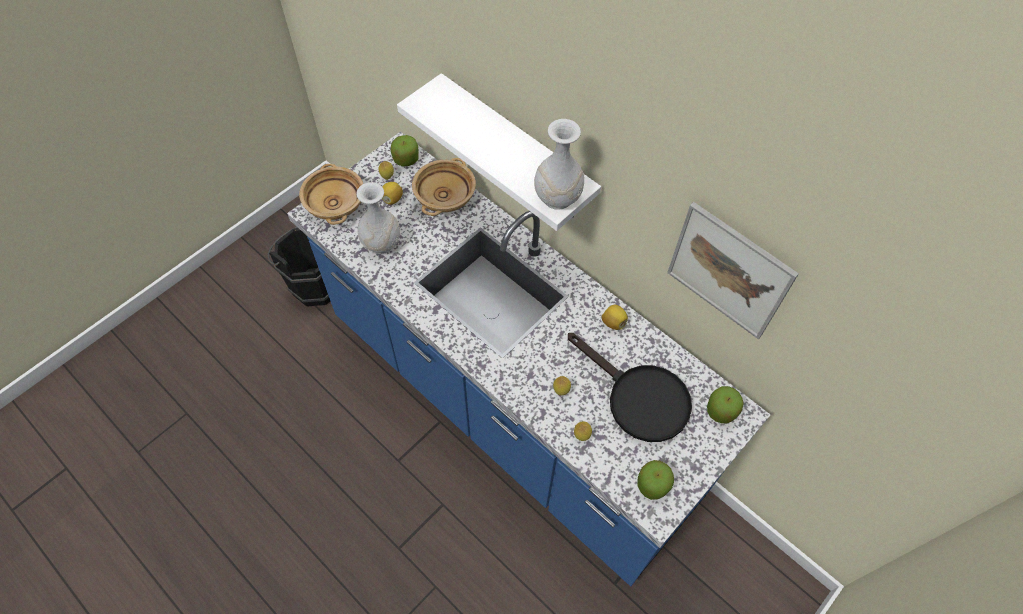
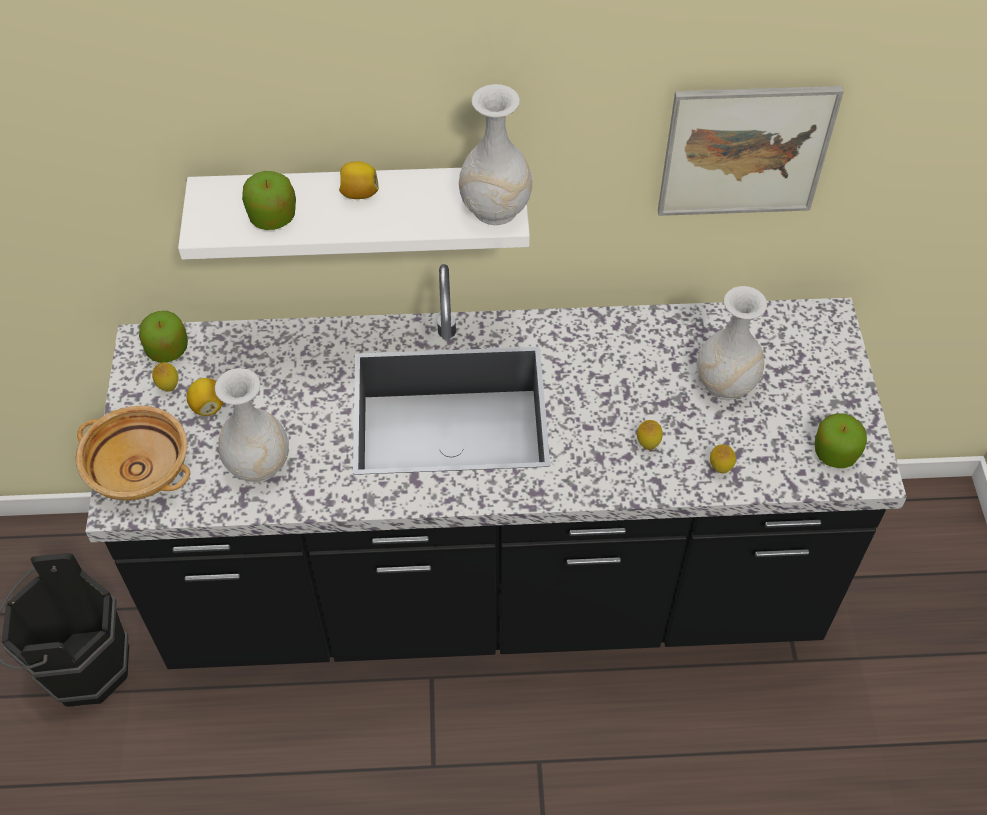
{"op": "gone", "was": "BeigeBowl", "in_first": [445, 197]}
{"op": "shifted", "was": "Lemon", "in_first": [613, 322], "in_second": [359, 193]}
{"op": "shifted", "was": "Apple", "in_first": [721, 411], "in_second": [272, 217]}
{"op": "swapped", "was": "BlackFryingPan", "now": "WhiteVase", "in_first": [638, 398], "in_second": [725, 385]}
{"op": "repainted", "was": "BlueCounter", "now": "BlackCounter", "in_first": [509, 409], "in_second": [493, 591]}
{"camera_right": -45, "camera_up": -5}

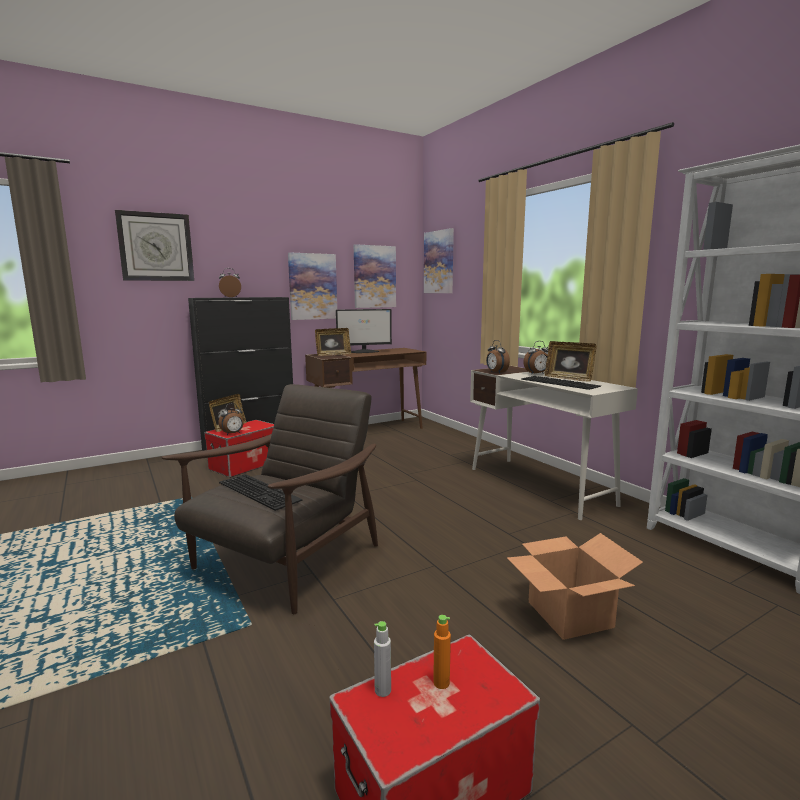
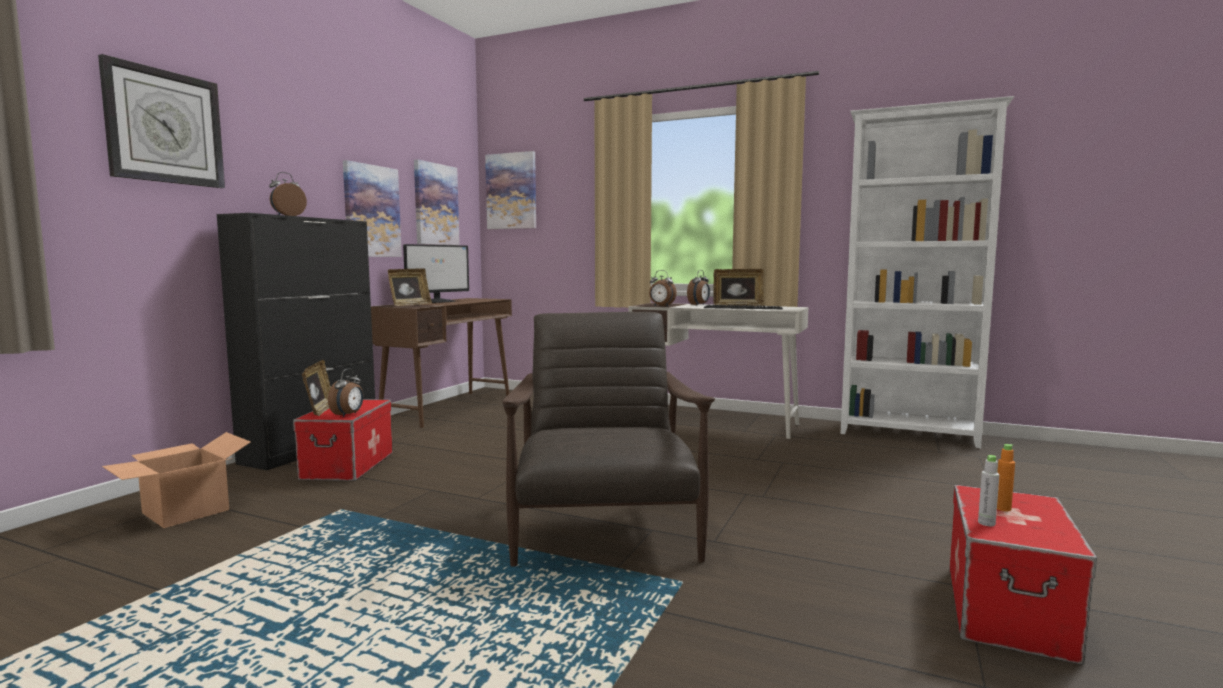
{"op": "gone", "was": "Keyboard", "in_first": [261, 491]}
{"op": "shifted", "was": "CardboardBox", "in_first": [571, 615], "in_second": [187, 511]}
{"camera_right": -35, "camera_up": -5}

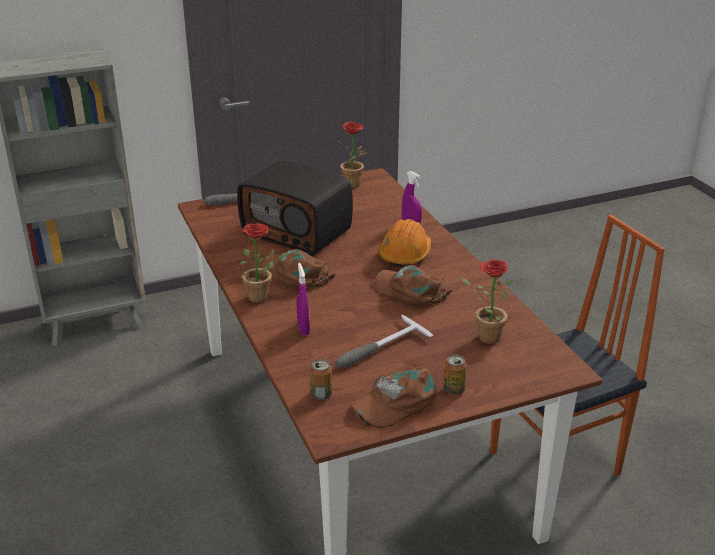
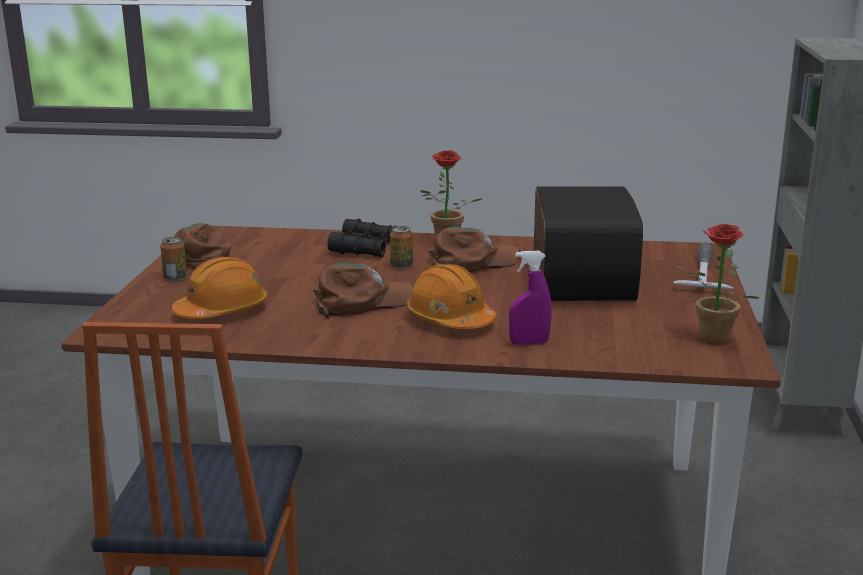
{"op": "gone", "was": "Hammer", "in_first": [378, 348]}
{"op": "shifted", "was": "Can", "in_first": [321, 394], "in_second": [401, 266]}
{"op": "swapped", "was": "PurpleSprayBottle", "now": "BlackBinoculars", "in_first": [303, 328], "in_second": [364, 248]}
{"op": "swapped", "was": "PottedPlant", "now": "OrangeHardHat", "in_first": [484, 337], "in_second": [222, 311]}
{"op": "rotated", "was": "Radio", "in_first": [298, 232], "in_second": [579, 280], "clockwise": 120}
{"camera_right": 120, "camera_up": -10}

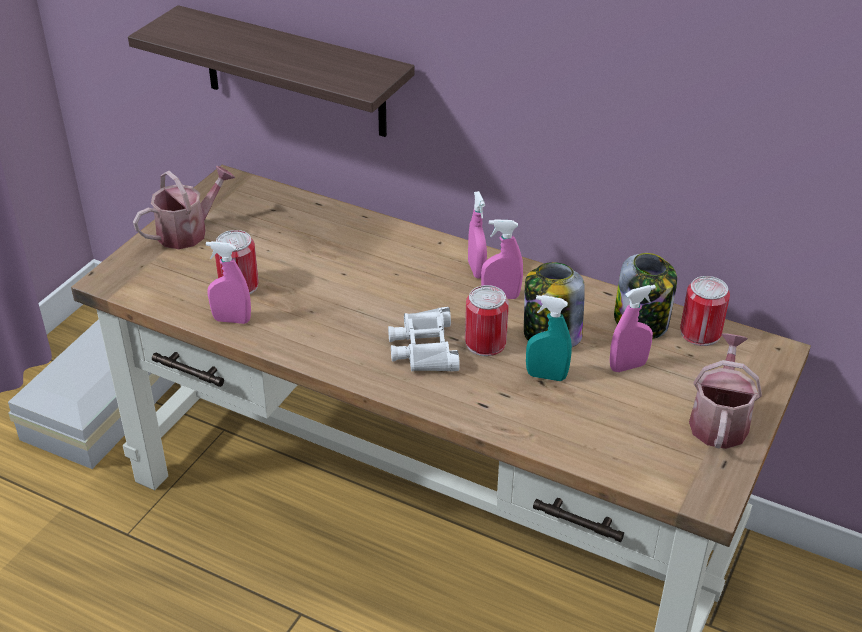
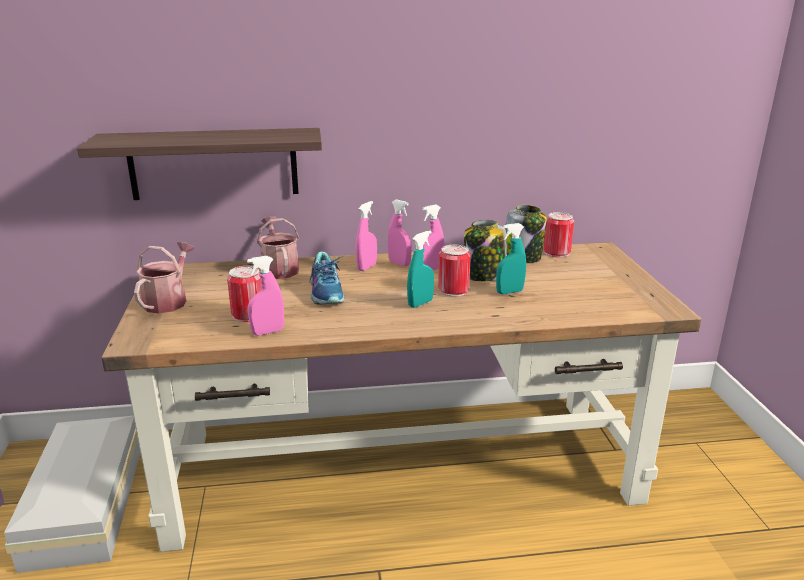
{"op": "new", "now": "Shoe", "in_second": [327, 292]}
{"op": "shifted", "was": "PinkSprayBottle", "in_first": [628, 366], "in_second": [366, 267]}
{"op": "shifted", "was": "WateringCan", "in_first": [719, 420], "in_second": [279, 269]}
{"op": "swapped", "was": "WhiteBinoculars", "now": "TurquoiseSprayBottle", "in_first": [423, 348], "in_second": [420, 303]}
{"camera_right": -35, "camera_up": -15}

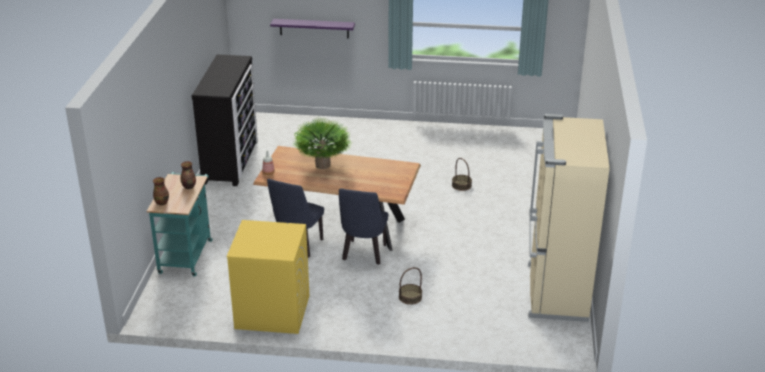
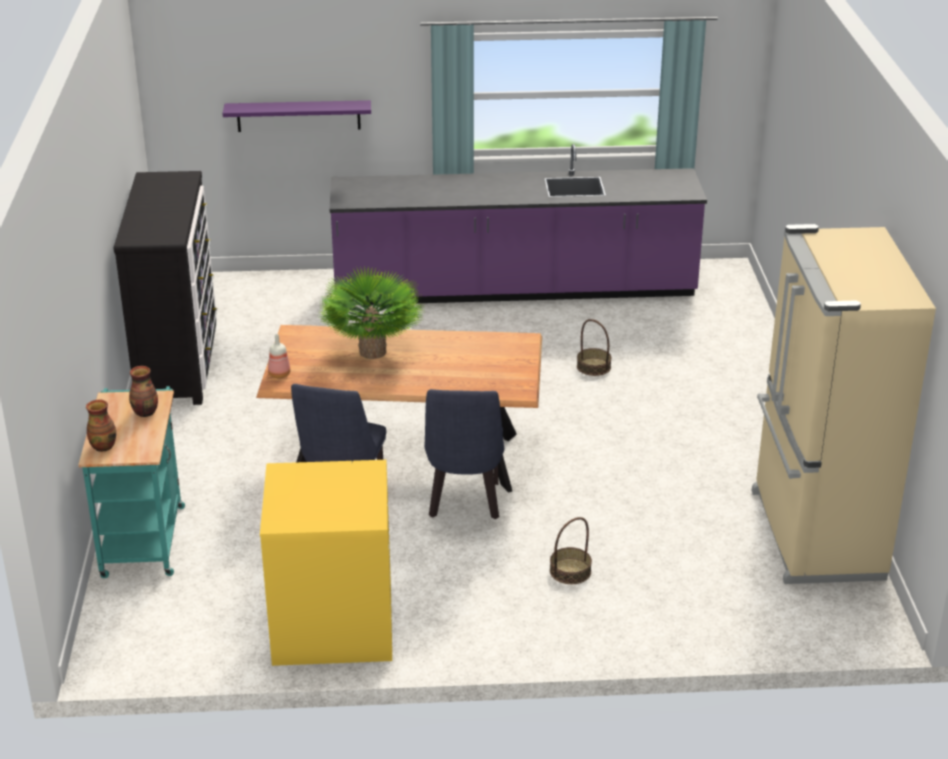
{"op": "new", "now": "PurpleCounter", "in_second": [514, 290]}
{"camera_right": -10, "camera_up": 0}

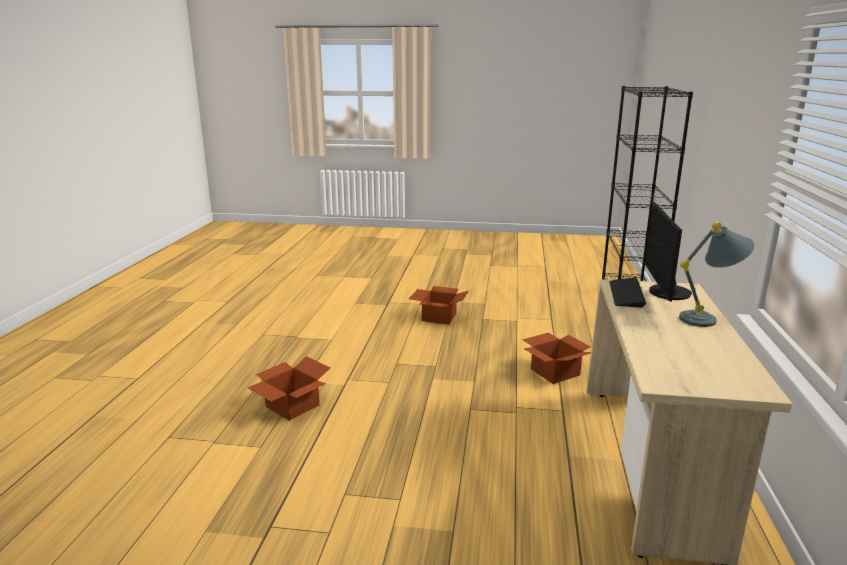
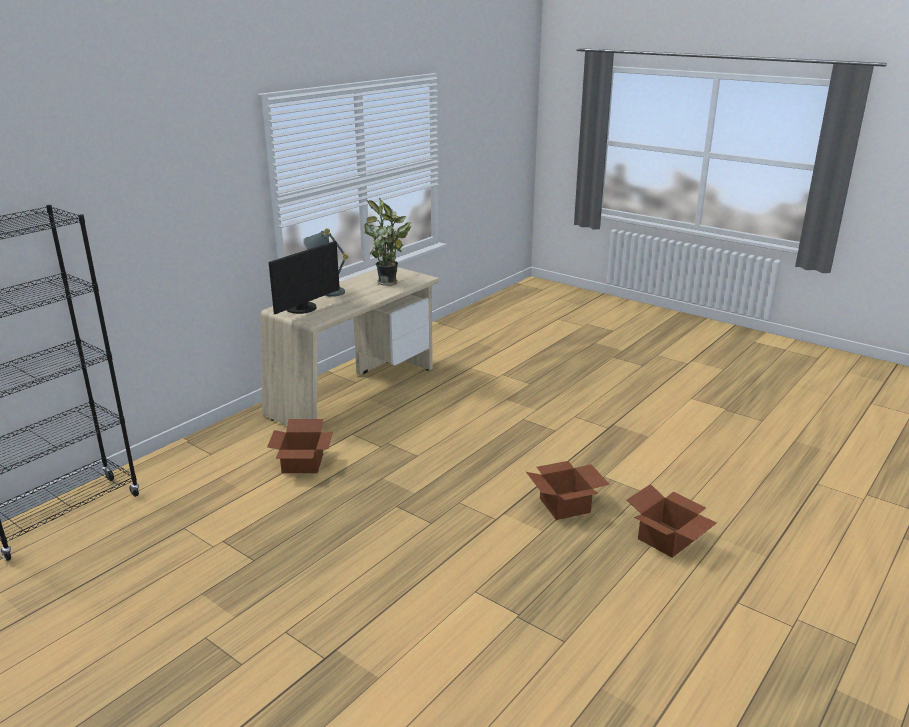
{"op": "gone", "was": "Keyboard", "in_first": [626, 294]}
{"op": "new", "now": "PottedPlant", "in_second": [389, 283]}
{"op": "shifted", "was": "CardboardBox", "in_first": [438, 317], "in_second": [667, 540]}
{"camera_right": -150, "camera_up": 5}

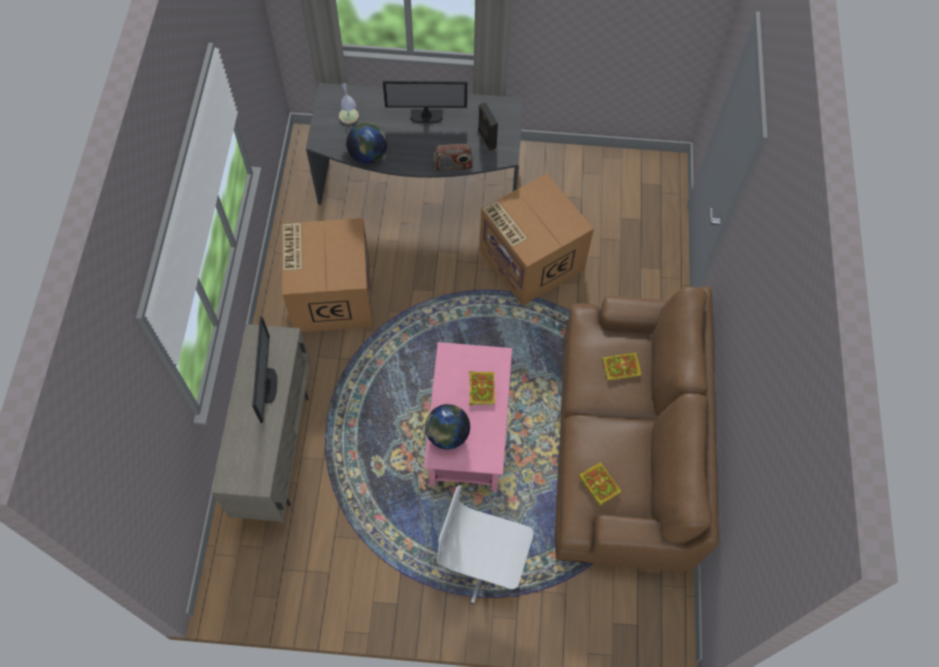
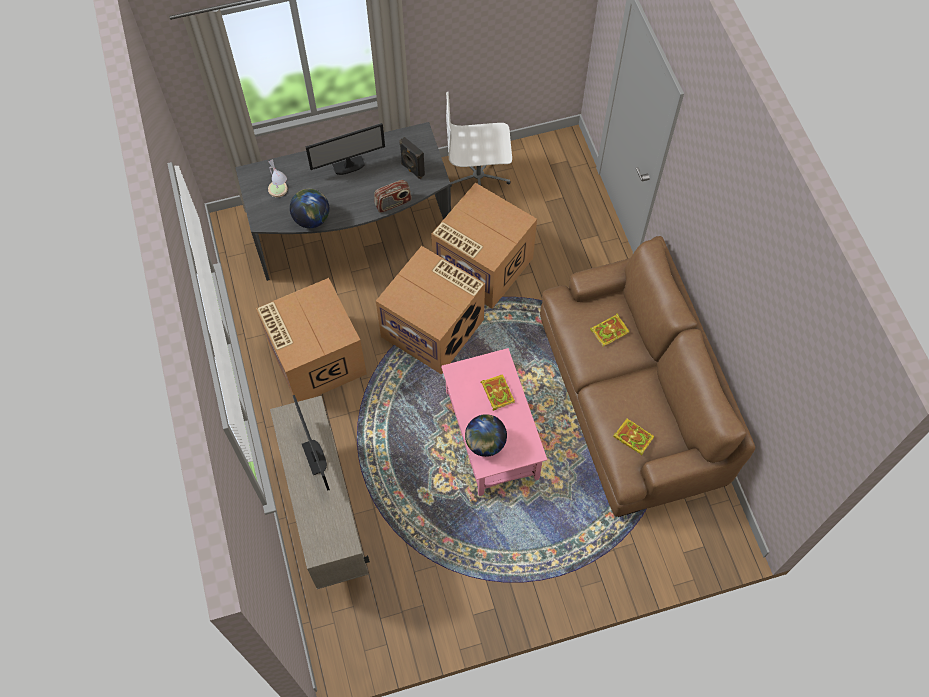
{"op": "new", "now": "CardboardBox", "in_second": [434, 328]}
{"op": "shifted", "was": "WhiteOfficeChair", "in_first": [484, 565], "in_second": [478, 177]}
{"camera_right": -20, "camera_up": 0}

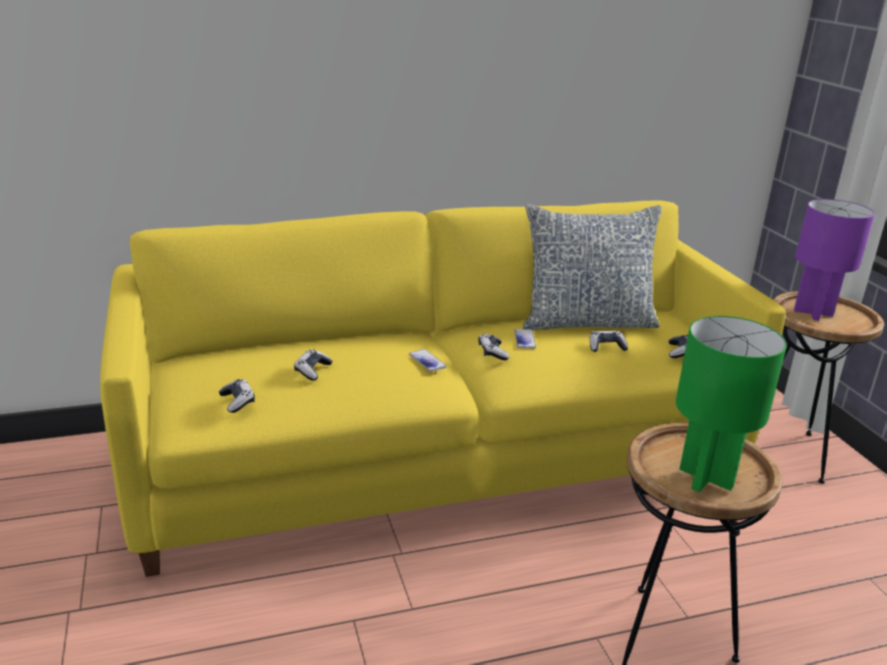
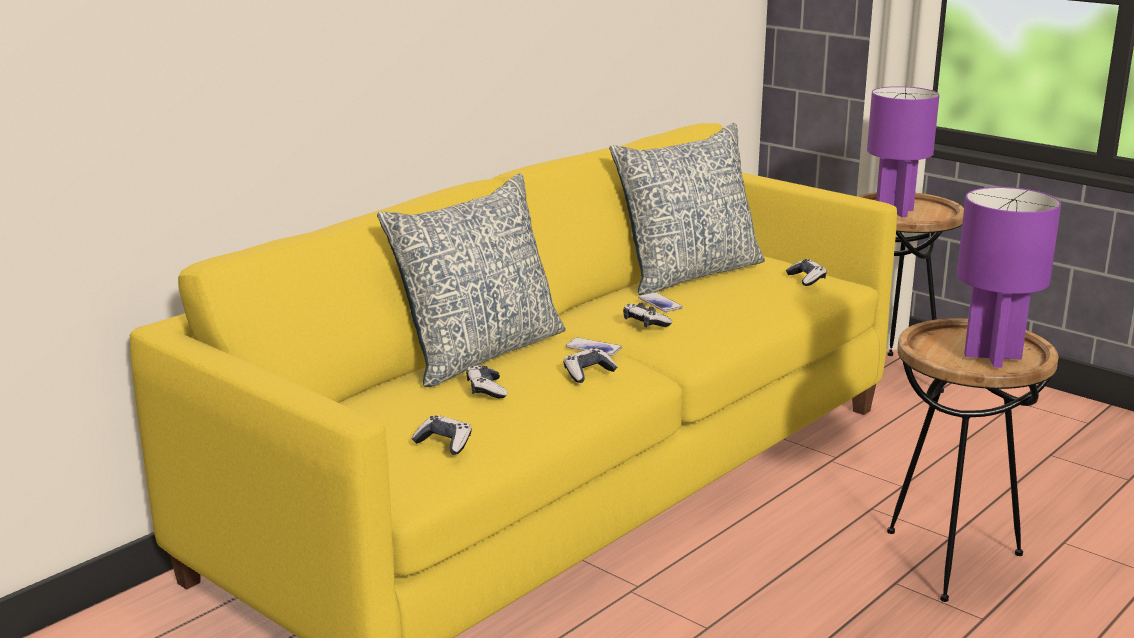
{"op": "new", "now": "Pillow", "in_second": [479, 353]}
{"op": "shifted", "was": "GameController", "in_first": [606, 347], "in_second": [588, 373]}
{"op": "repainted", "was": "GreenTableLamp", "now": "PurpleTableLamp", "in_first": [706, 479], "in_second": [993, 357]}
{"camera_right": -30, "camera_up": -5}

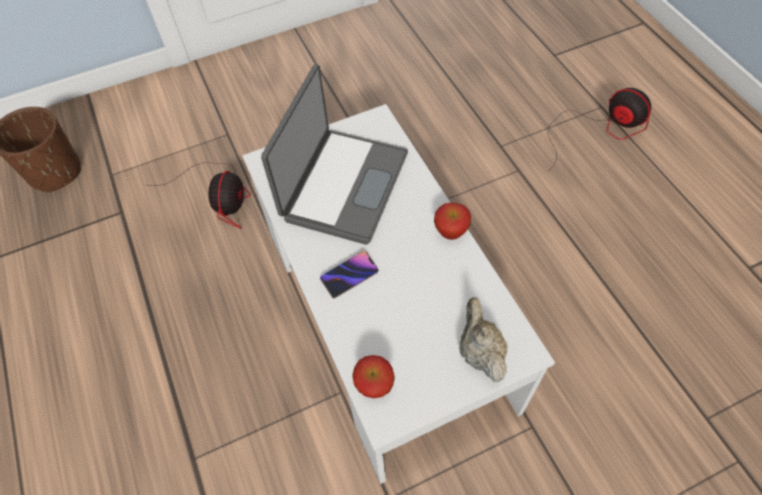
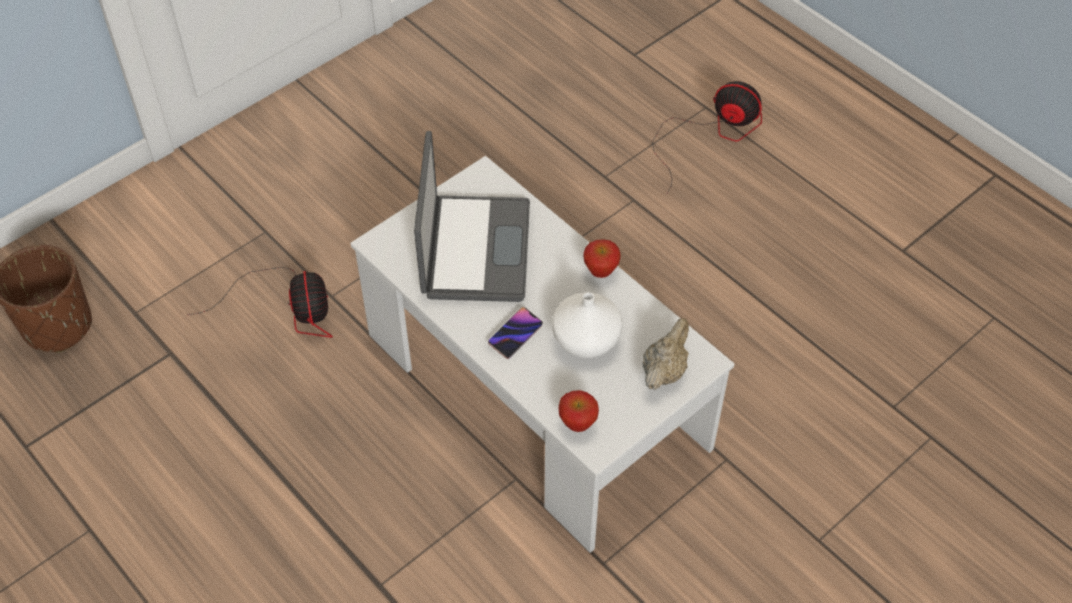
{"op": "new", "now": "WhiteVase", "in_second": [587, 340]}
{"op": "rotated", "was": "BeigeTeapot", "in_first": [479, 352], "in_second": [664, 371], "clockwise": 60}
{"camera_right": -20, "camera_up": -5}

